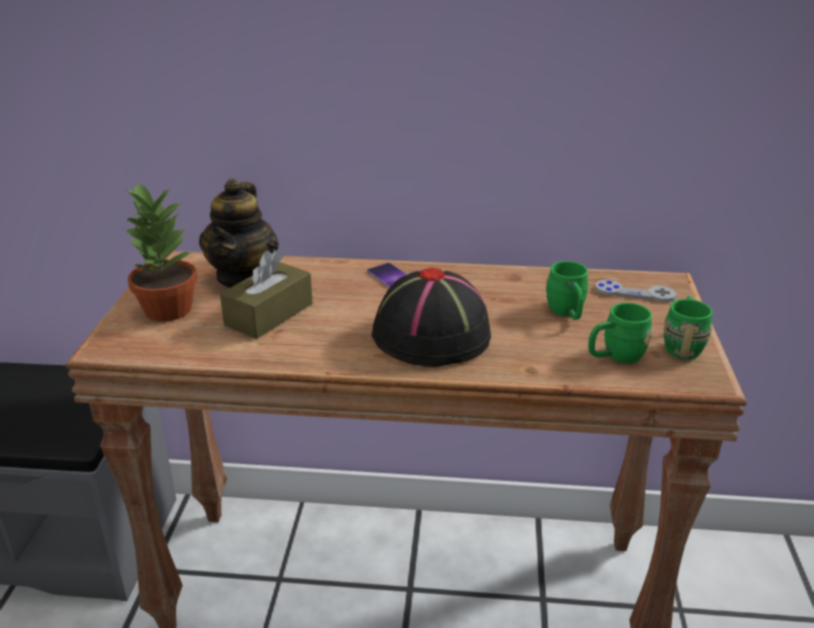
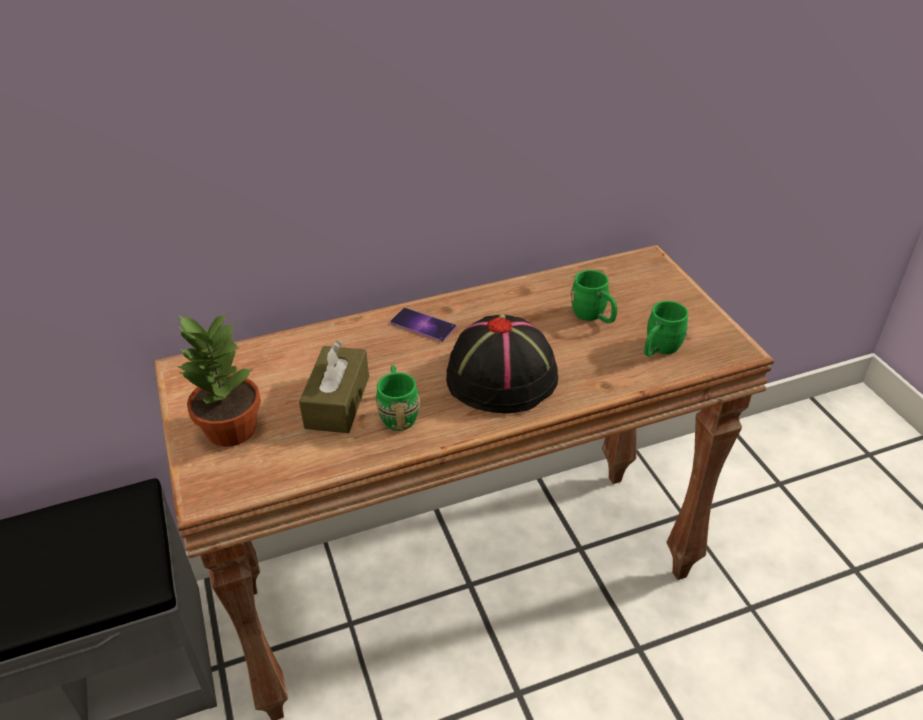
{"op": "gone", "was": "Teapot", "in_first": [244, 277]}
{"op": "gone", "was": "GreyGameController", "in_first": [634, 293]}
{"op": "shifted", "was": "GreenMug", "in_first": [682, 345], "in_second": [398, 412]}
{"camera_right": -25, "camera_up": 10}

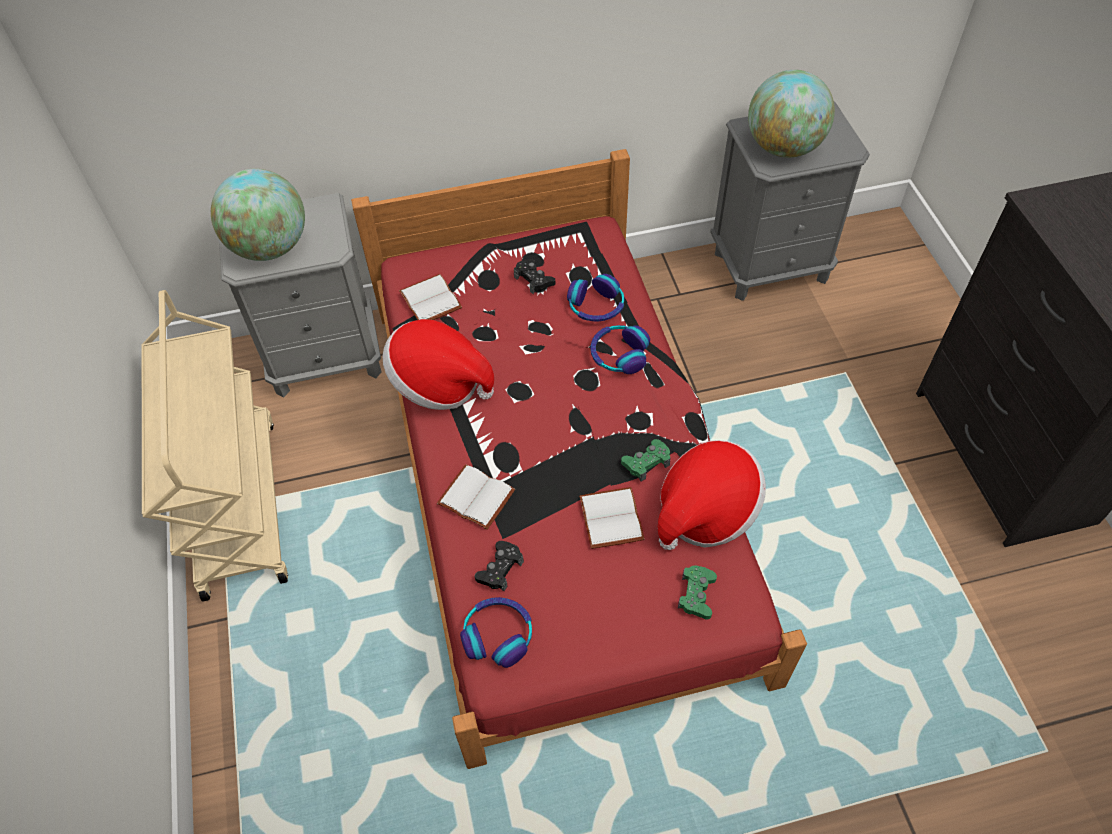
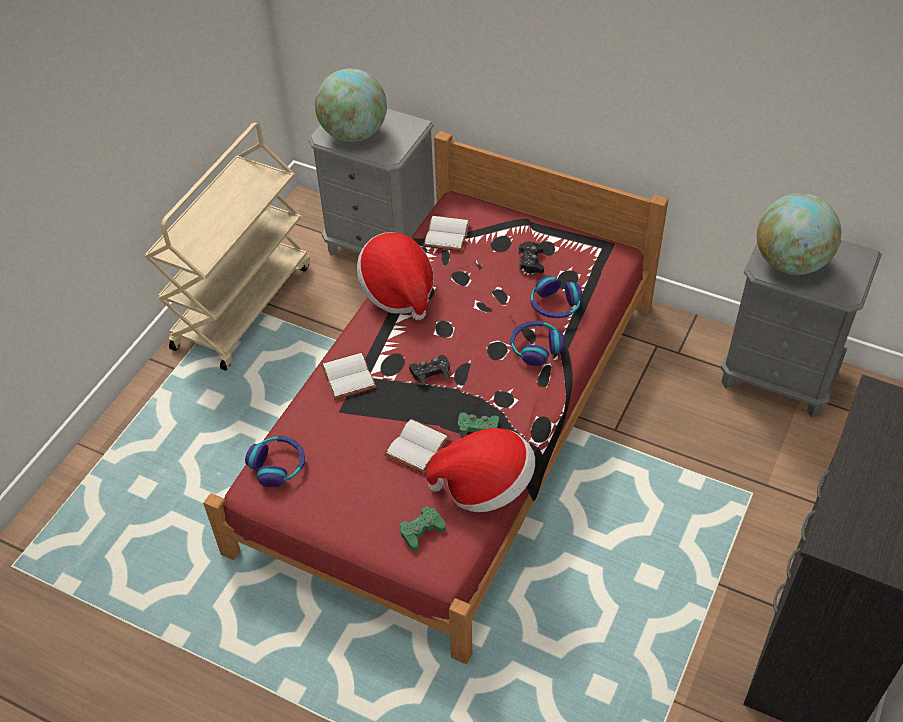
{"op": "shifted", "was": "BlackGameController", "in_first": [500, 569], "in_second": [430, 372]}
{"camera_right": 40, "camera_up": -5}

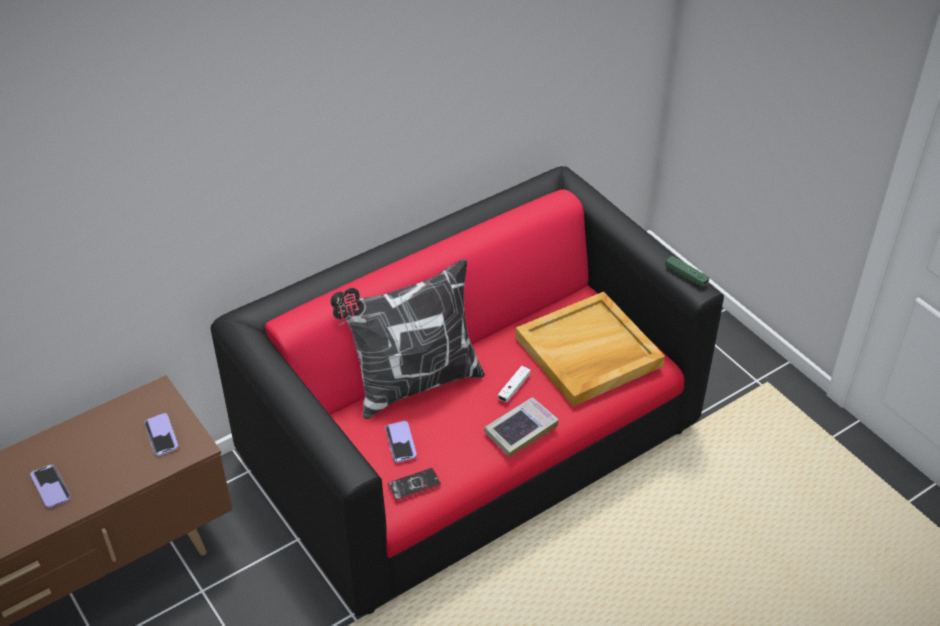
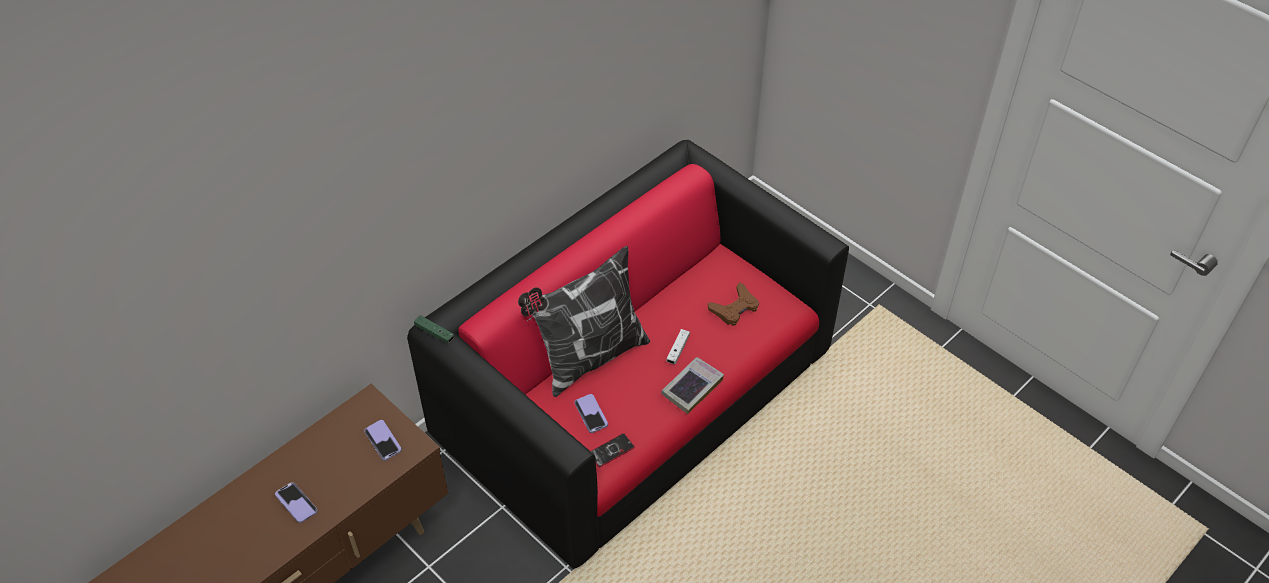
{"op": "shifted", "was": "GreenGameController", "in_first": [686, 275], "in_second": [434, 333]}
{"op": "swapped", "was": "BeigeTray", "now": "BrownGameController", "in_first": [588, 353], "in_second": [734, 308]}
{"camera_right": -10, "camera_up": 5}

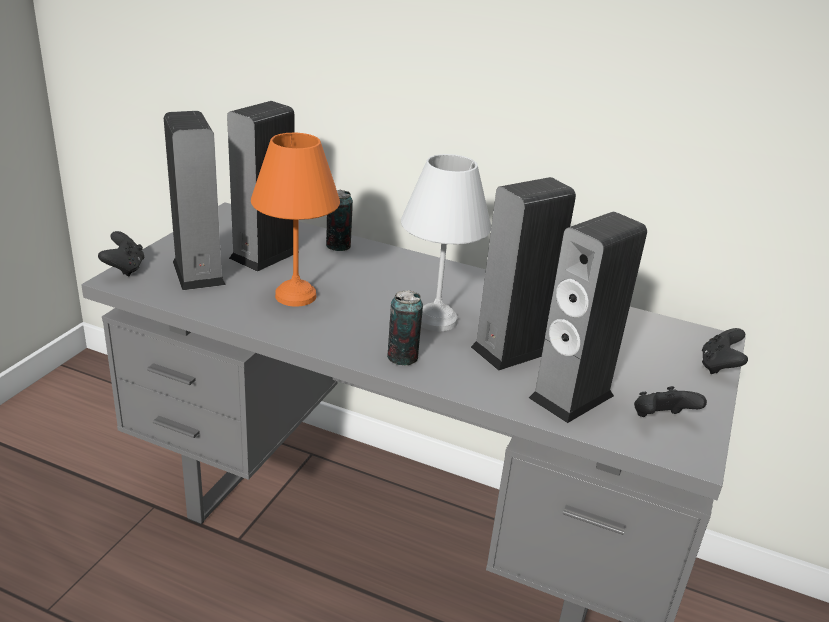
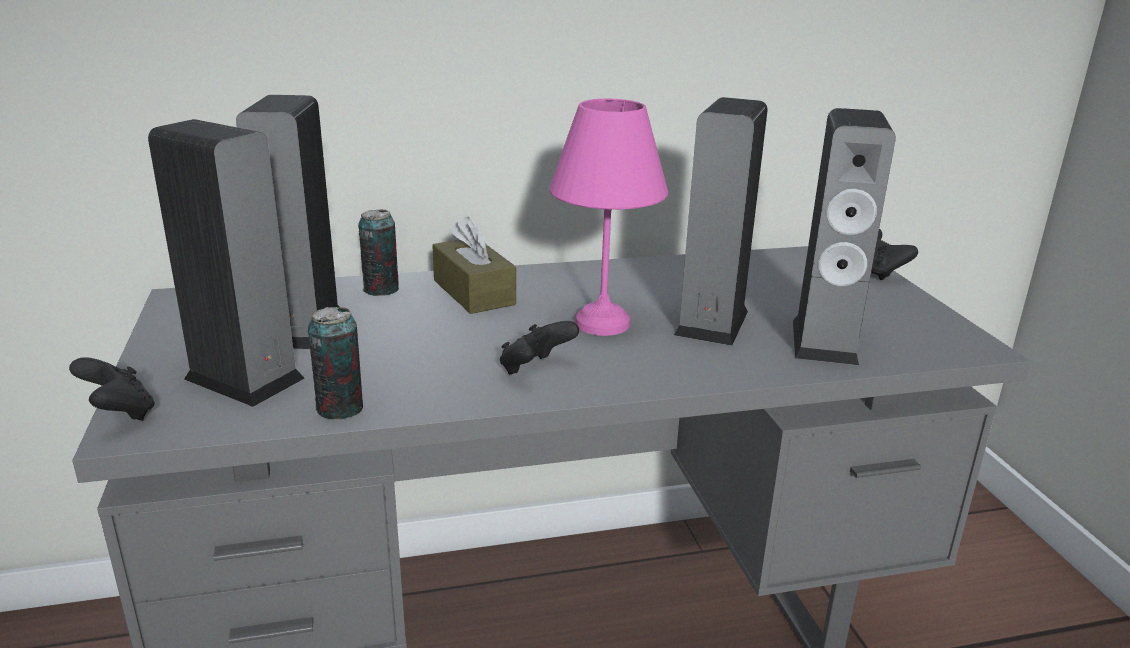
{"op": "gone", "was": "OrangeTableLamp", "in_first": [297, 296]}
{"op": "new", "now": "BrownTissueBox", "in_second": [474, 292]}
{"op": "shifted", "was": "Can", "in_first": [402, 357], "in_second": [340, 408]}
{"op": "shifted", "was": "BlackGameController", "in_first": [661, 420], "in_second": [535, 370]}
{"op": "repainted", "was": "WhiteTableLamp", "now": "PinkTableLamp", "in_first": [436, 321], "in_second": [604, 324]}
{"camera_right": -35, "camera_up": -5}

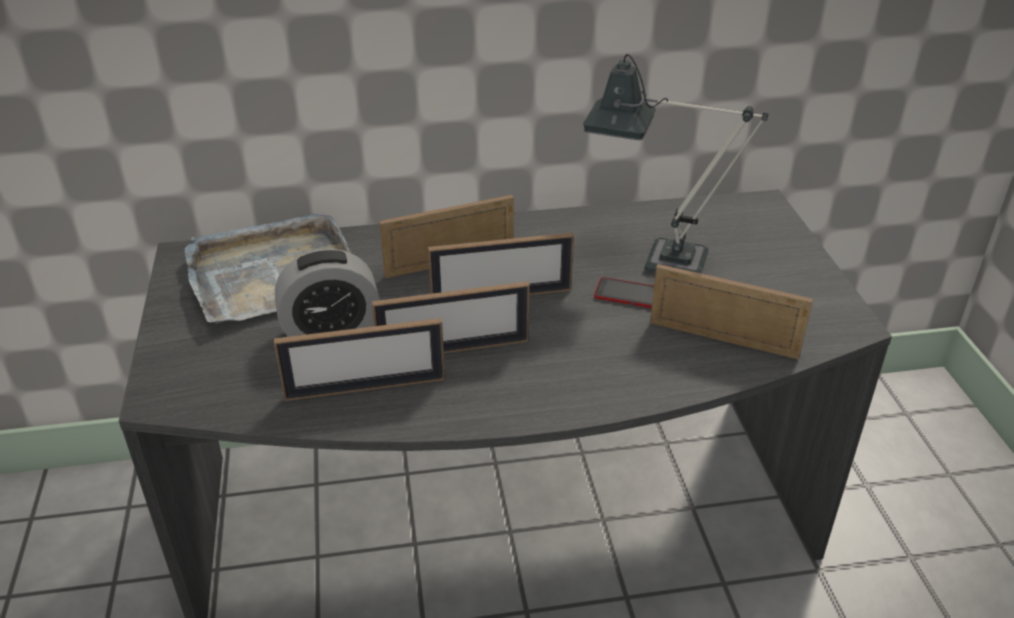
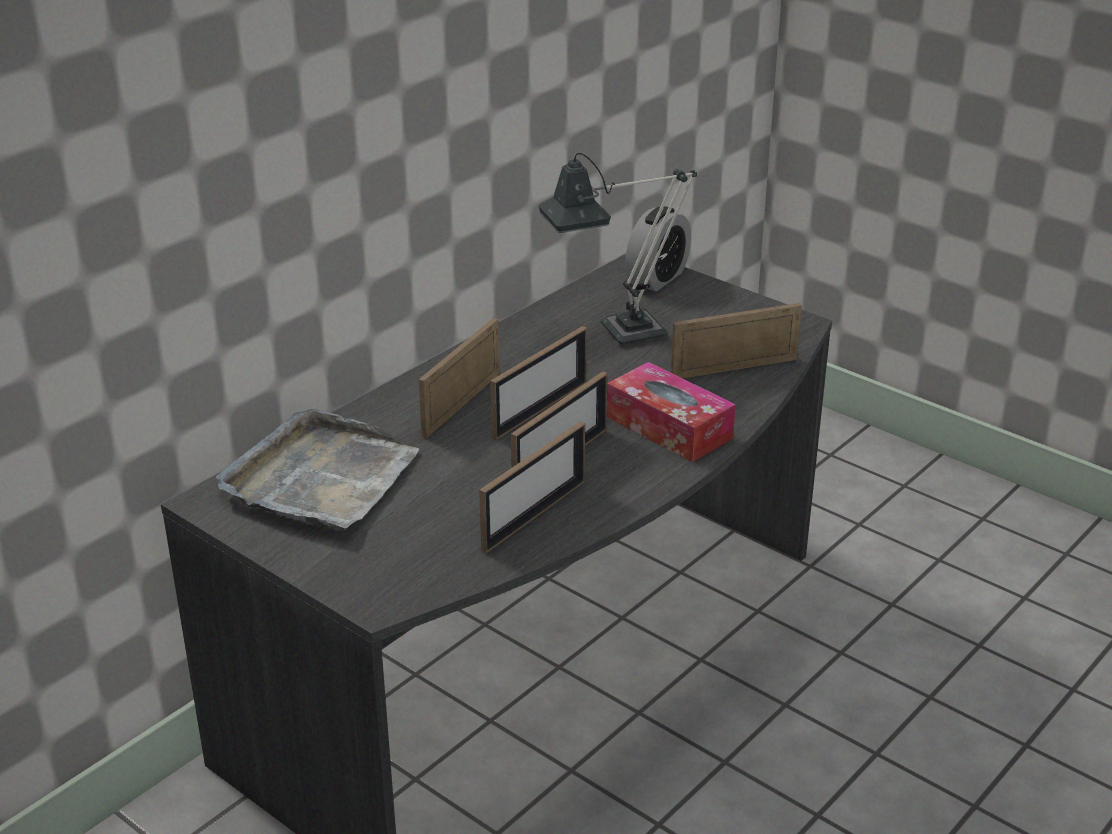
{"op": "gone", "was": "Phone", "in_first": [628, 294]}
{"op": "new", "now": "TissueBox", "in_second": [669, 427]}
{"op": "shifted", "was": "AlarmClock", "in_first": [331, 330], "in_second": [657, 278]}
{"camera_right": -40, "camera_up": -5}

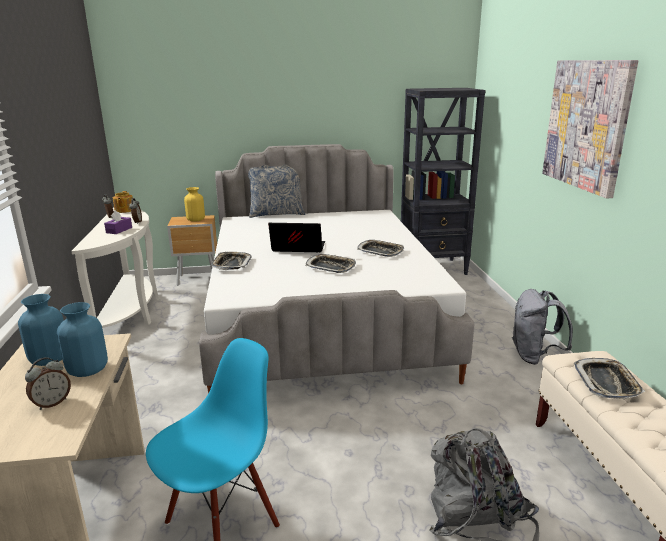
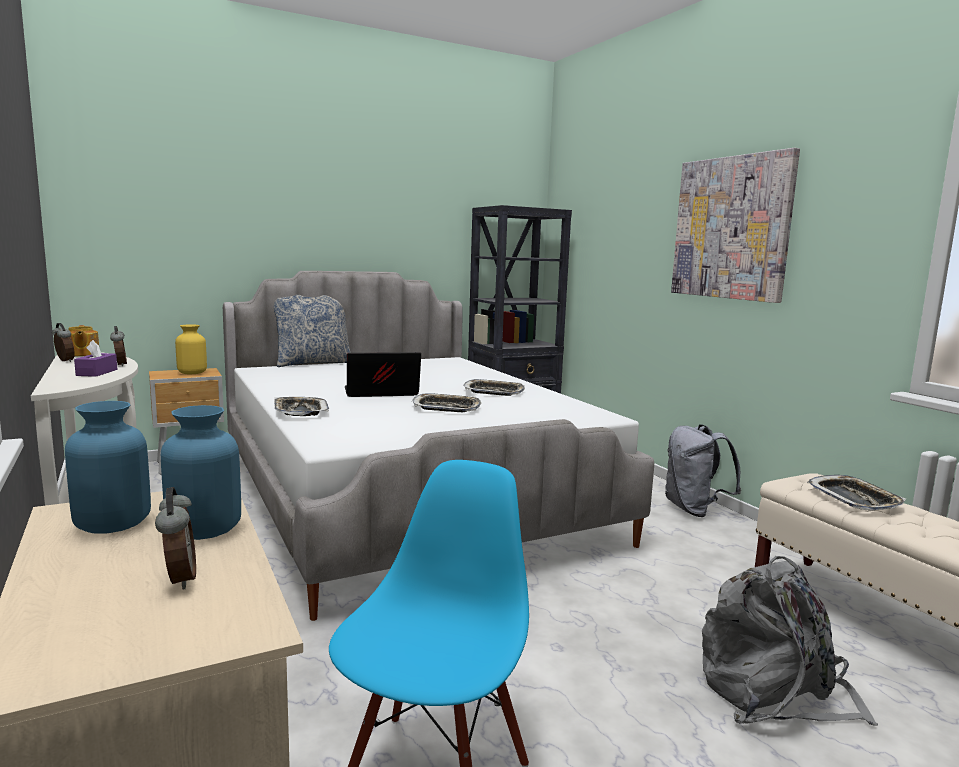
{"op": "rotated", "was": "AlarmClock", "in_first": [52, 403], "in_second": [179, 579], "clockwise": -45}
{"camera_right": -20, "camera_up": -10}

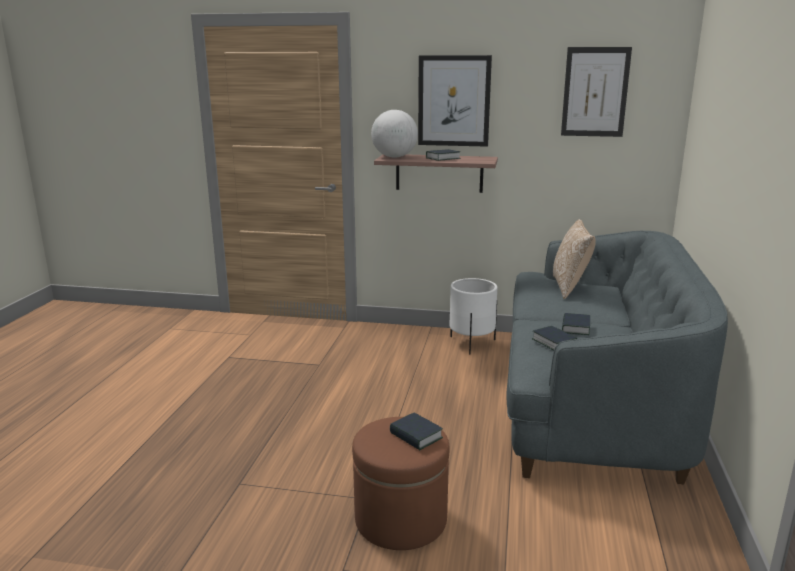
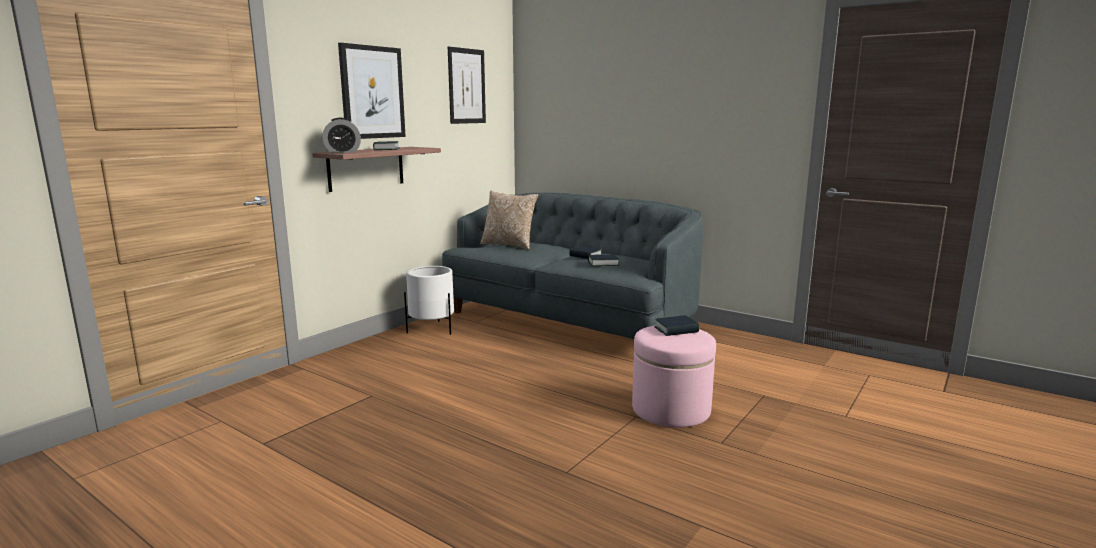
{"op": "swapped", "was": "Globe", "now": "AlarmClock", "in_first": [394, 157], "in_second": [343, 152]}
{"op": "repainted", "was": "BrownOttoman", "now": "PinkOttoman", "in_first": [400, 519], "in_second": [671, 409]}
{"camera_right": -65, "camera_up": -5}

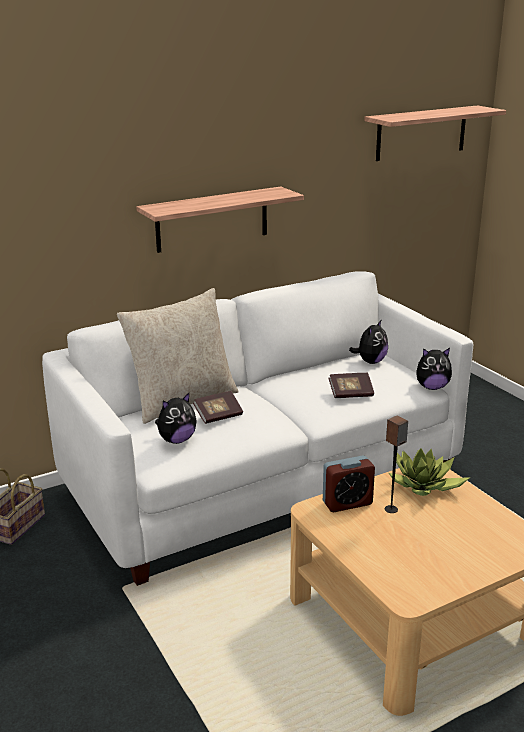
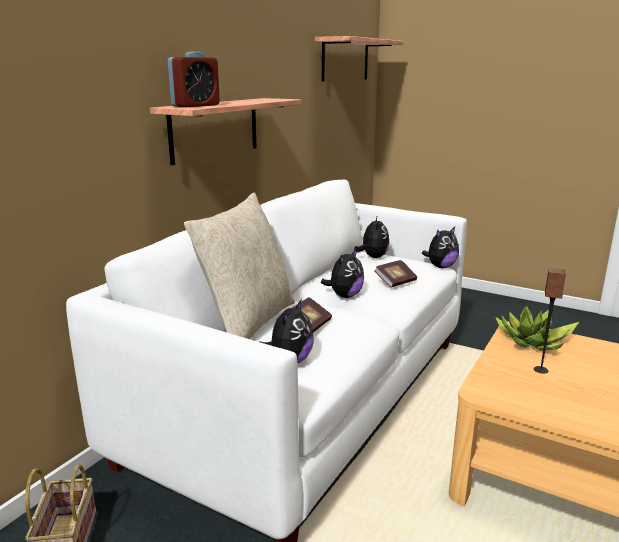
{"op": "new", "now": "PlushToy", "in_second": [344, 295]}
{"op": "shifted", "was": "AlarmClock", "in_first": [347, 503], "in_second": [195, 106]}
{"camera_right": -30, "camera_up": -5}

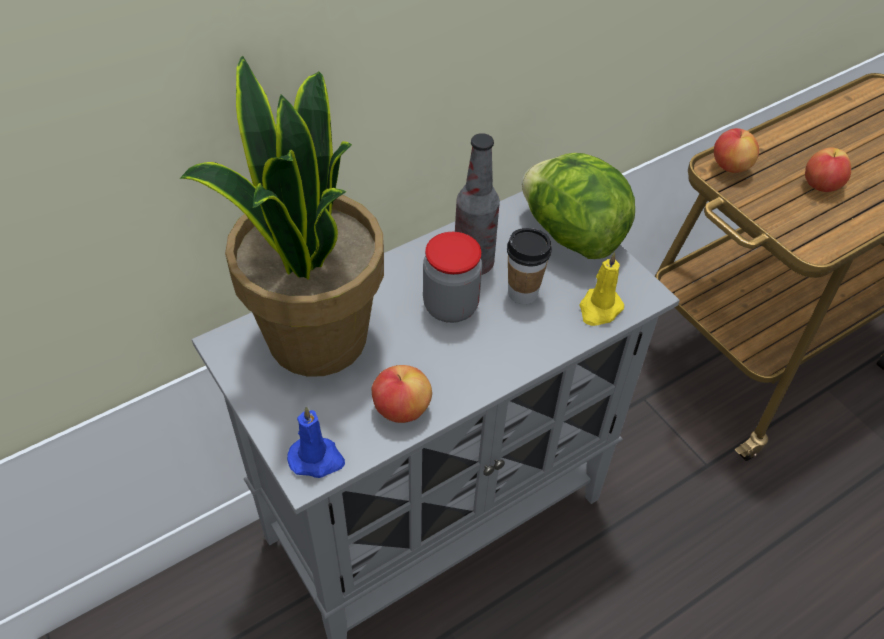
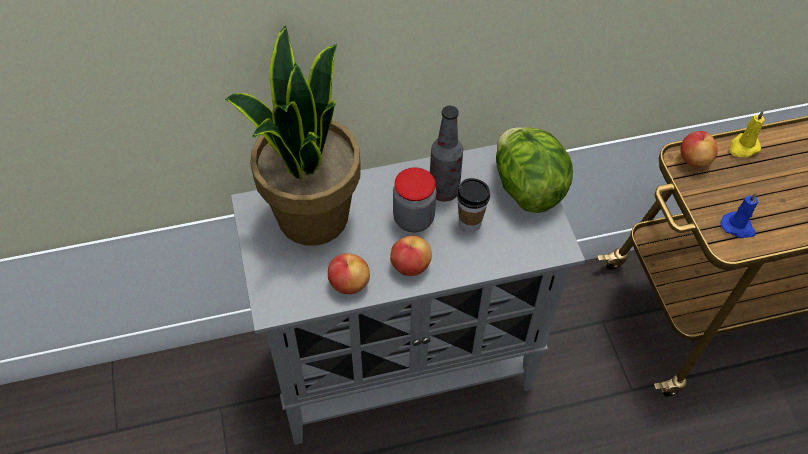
{"op": "shifted", "was": "BlueCandle", "in_first": [317, 459], "in_second": [738, 227]}
{"op": "shifted", "was": "YellowCandle", "in_first": [599, 309], "in_second": [743, 147]}
{"op": "shifted", "was": "Apple", "in_first": [821, 186], "in_second": [410, 266]}
{"camera_right": 20, "camera_up": 5}

